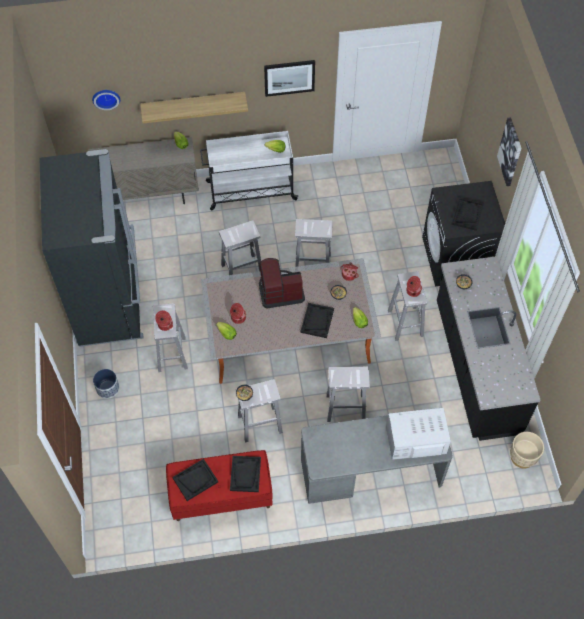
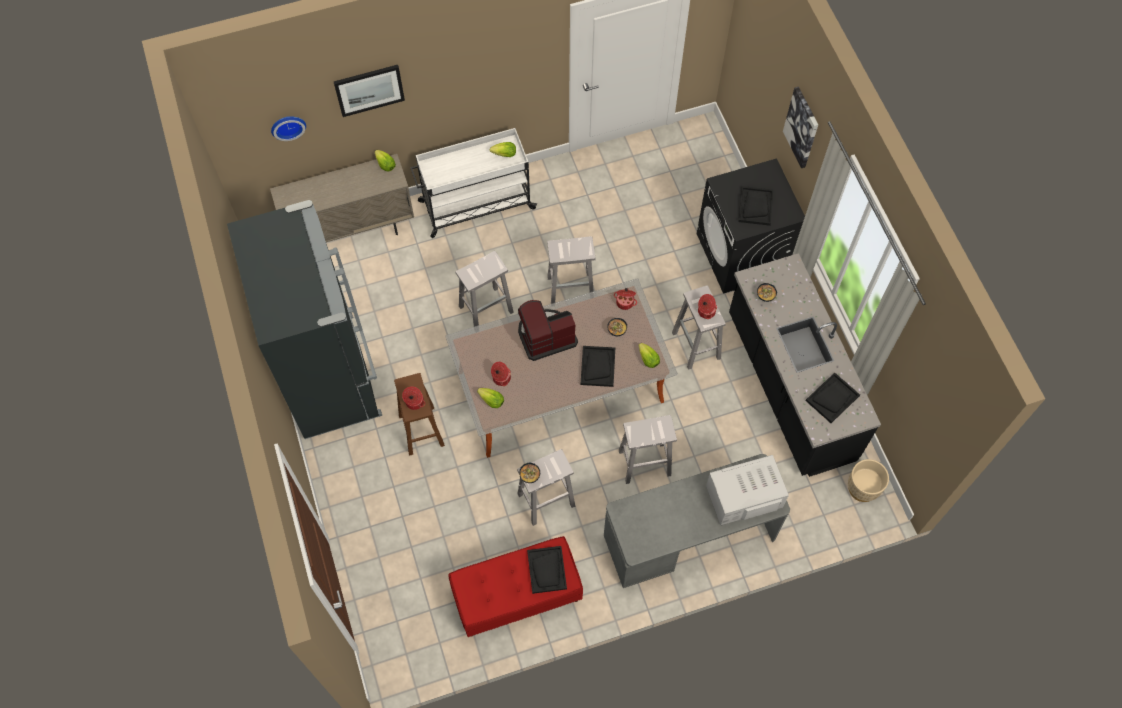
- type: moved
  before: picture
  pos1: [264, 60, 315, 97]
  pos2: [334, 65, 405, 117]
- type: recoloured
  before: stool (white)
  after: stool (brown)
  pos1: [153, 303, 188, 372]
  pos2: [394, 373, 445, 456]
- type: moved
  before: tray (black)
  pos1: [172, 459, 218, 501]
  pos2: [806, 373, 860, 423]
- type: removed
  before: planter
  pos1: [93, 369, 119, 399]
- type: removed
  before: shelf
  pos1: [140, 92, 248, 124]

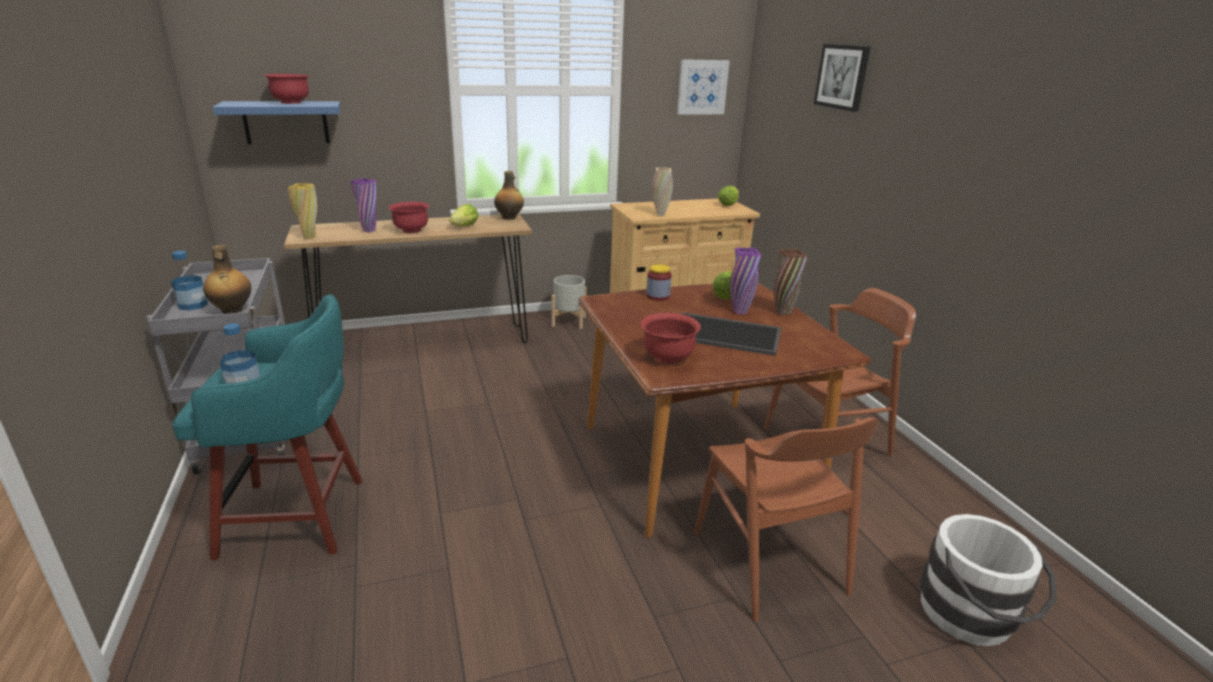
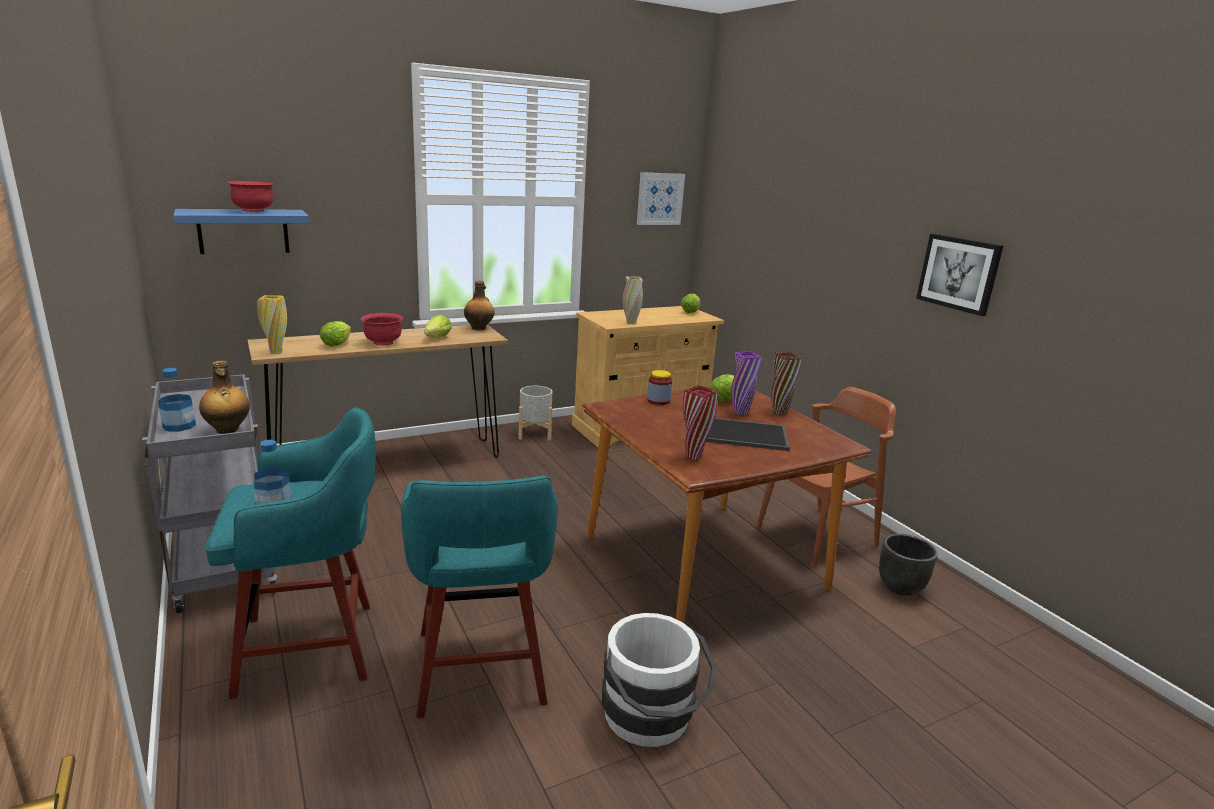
- type: replaced
  before: vase (purple)
  after: lettuce
  pos1: [351, 178, 377, 233]
  pos2: [320, 321, 351, 347]
- type: added
  after: stool (turquoise)
  pos2: [401, 475, 558, 718]
- type: moved
  before: bucket (white)
  pos1: [920, 514, 1057, 646]
  pos2: [602, 613, 717, 747]
- type: replaced
  before: bowl (red)
  after: vase (red)
  pos1: [641, 312, 701, 364]
  pos2: [683, 385, 718, 461]
- type: added
  after: planter (black)
  pos2: [879, 534, 938, 596]
- type: moved
  before: picture
  pos1: [814, 44, 870, 112]
  pos2: [916, 234, 1003, 316]
- type: removed
  before: chair (brown)
  pos1: [694, 417, 878, 622]

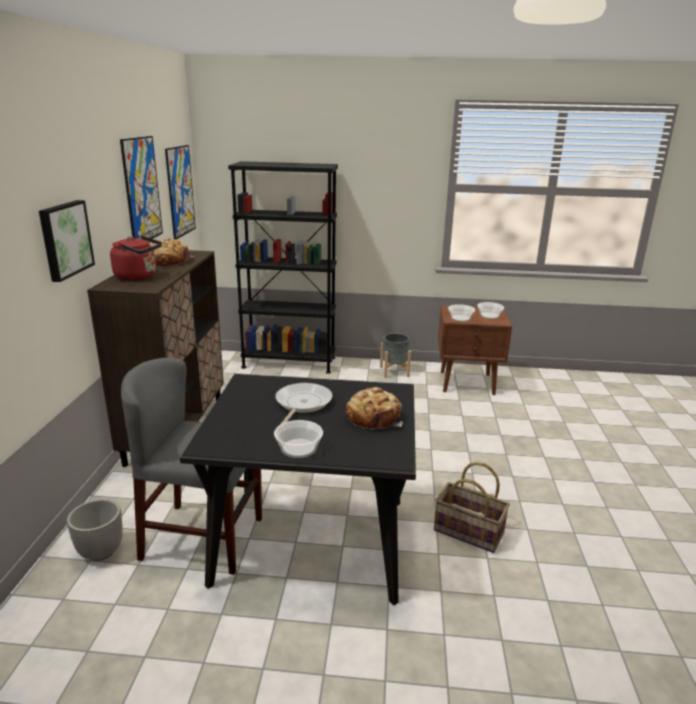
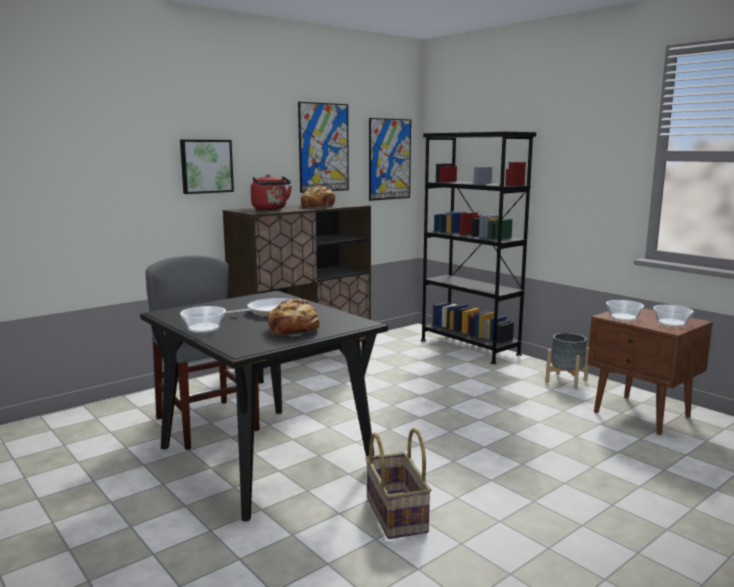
- type: removed
  before: planter
  pos1: [67, 499, 123, 561]

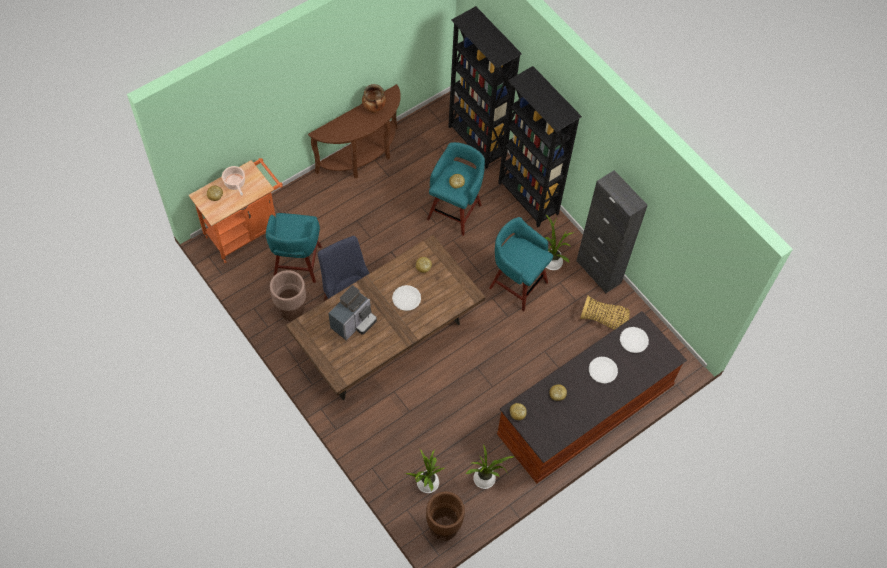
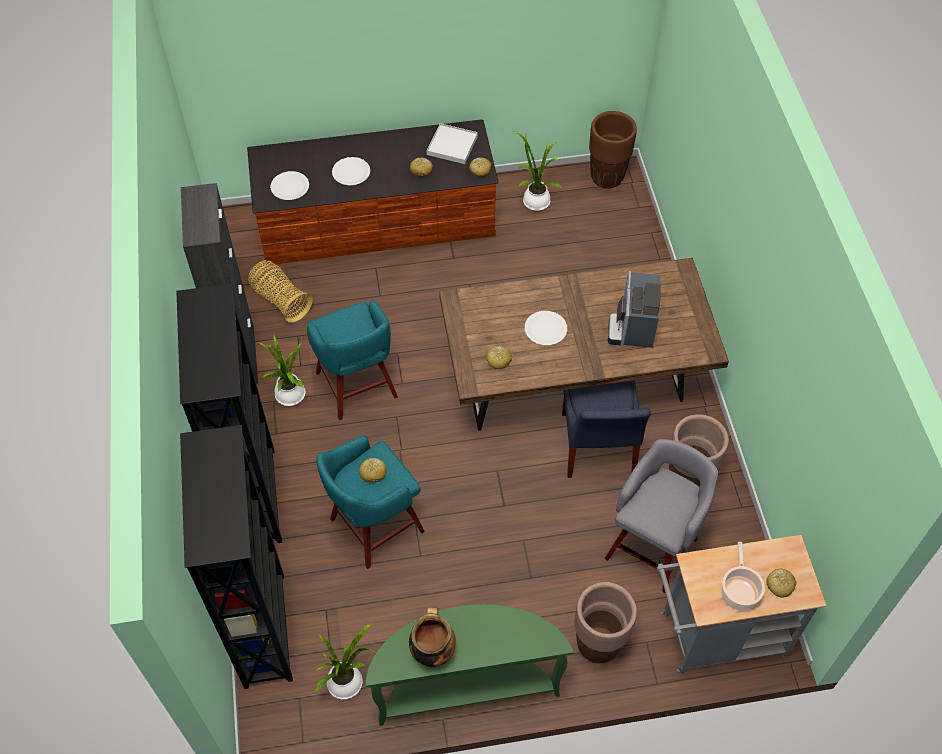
- type: moved
  before: potted plant
  pos1: [404, 449, 445, 493]
  pos2: [315, 623, 376, 699]
- type: recoloured
  before: console table (brown)
  after: console table (green)
  pos1: [308, 84, 401, 178]
  pos2: [366, 604, 573, 726]
- type: added
  after: tray (white)
  pos2: [427, 123, 478, 164]
- type: added
  after: planter (brown)
  pos2: [575, 582, 637, 664]
- type: recoloured
  before: stool (turquoise)
  after: stool (grey)
  pos1: [266, 213, 322, 283]
  pos2: [604, 439, 718, 593]
- type: turned
  before: coffee machine
  pos1: [329, 285, 377, 341]
  pos2: [608, 271, 661, 348]
  turn: -60
- type: recoloured
  before: cart (orange)
  after: cart (grey)
  pos1: [189, 158, 283, 263]
  pos2: [657, 535, 827, 674]

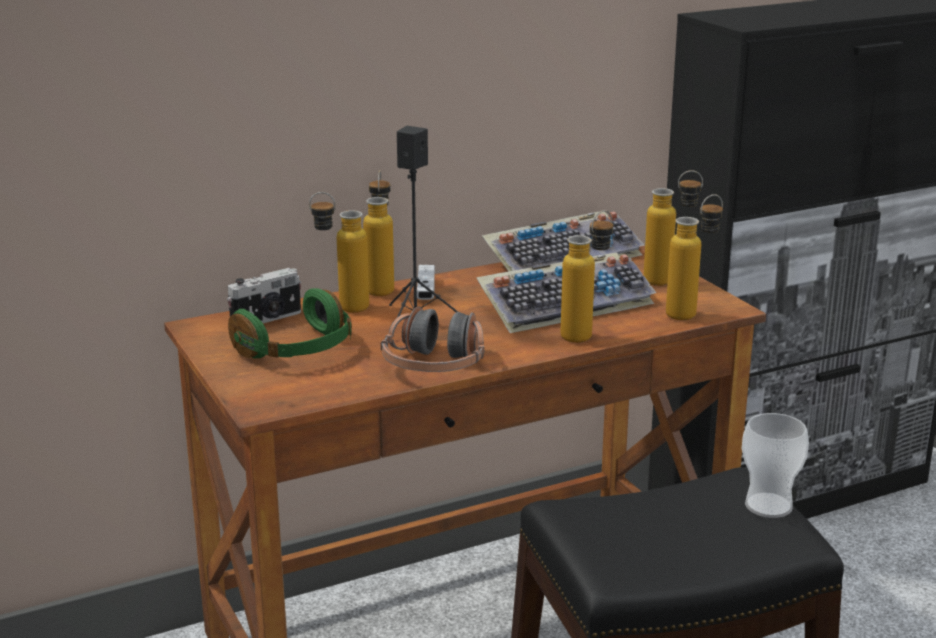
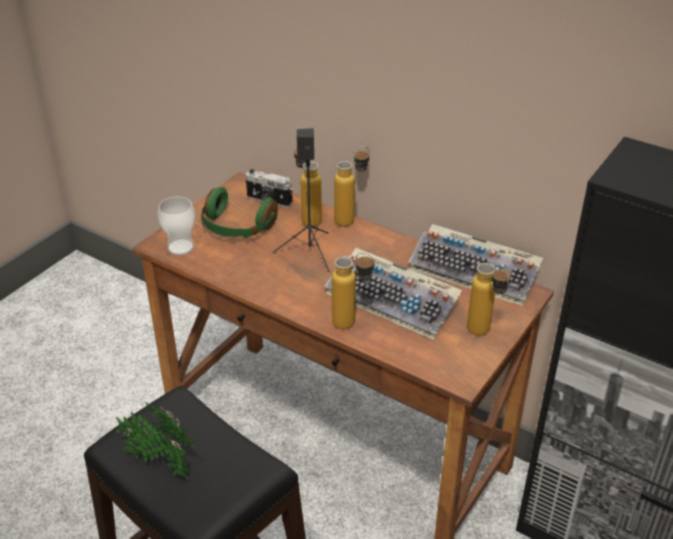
- type: added
  after: potted plant
  pos2: [116, 402, 195, 479]
- type: moved
  before: cup
  pos1: [742, 413, 809, 518]
  pos2: [158, 197, 196, 255]
- type: removed
  before: headphones
  pos1: [381, 307, 484, 372]
- type: removed
  before: game controller (white)
  pos1: [417, 265, 435, 300]
- type: removed
  before: bottle
  pos1: [666, 194, 723, 320]

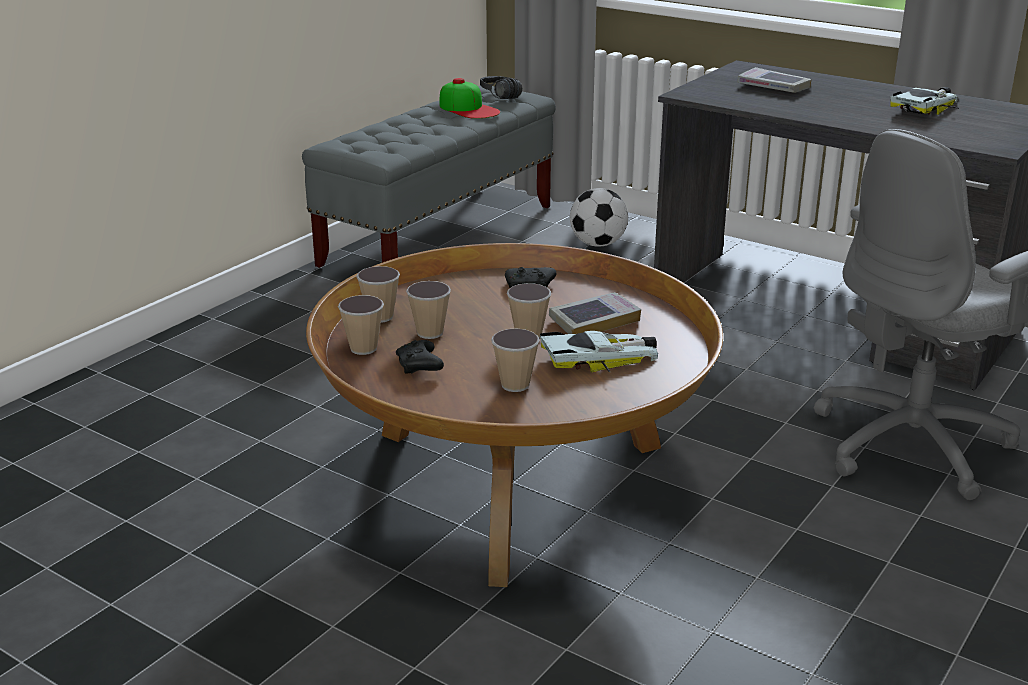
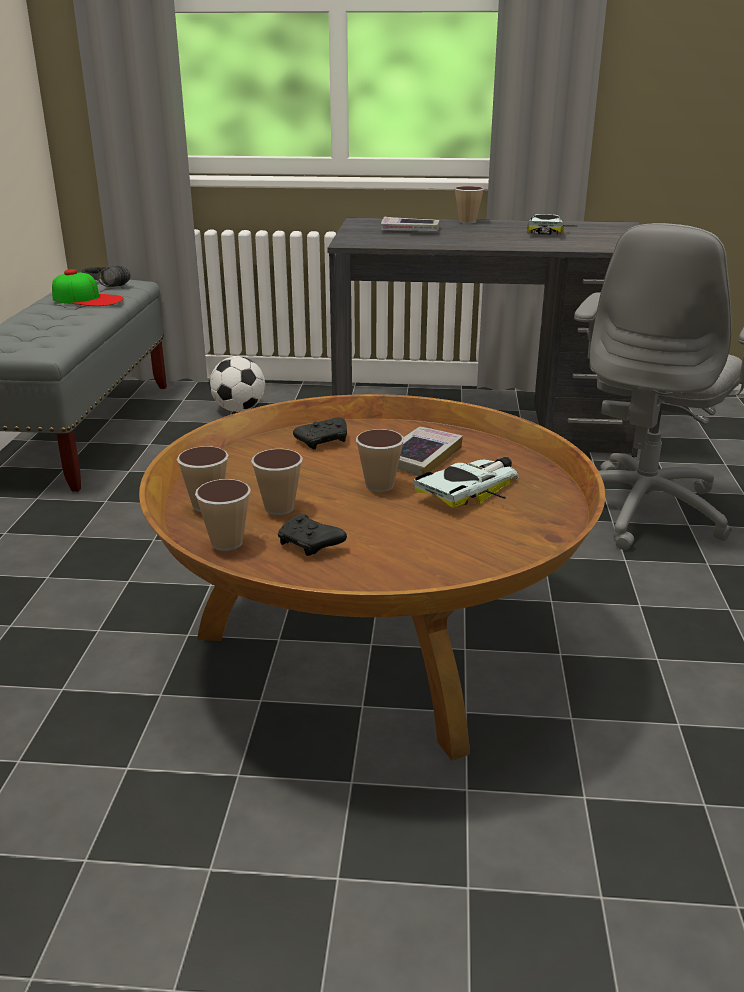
- type: moved
  before: cup
  pos1: [491, 329, 540, 392]
  pos2: [454, 186, 484, 224]

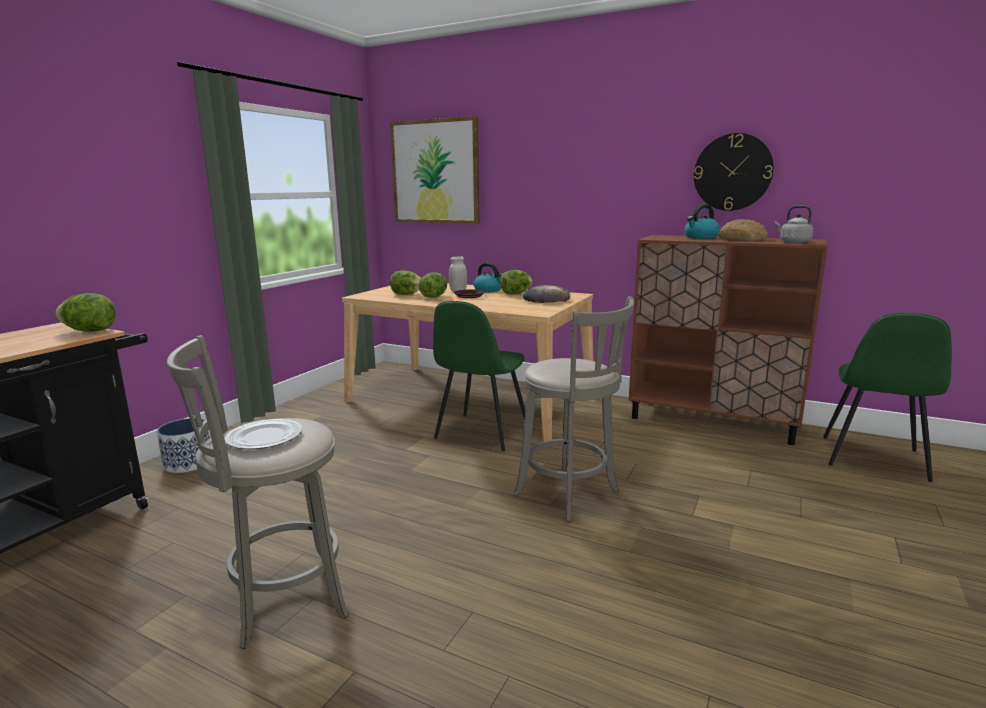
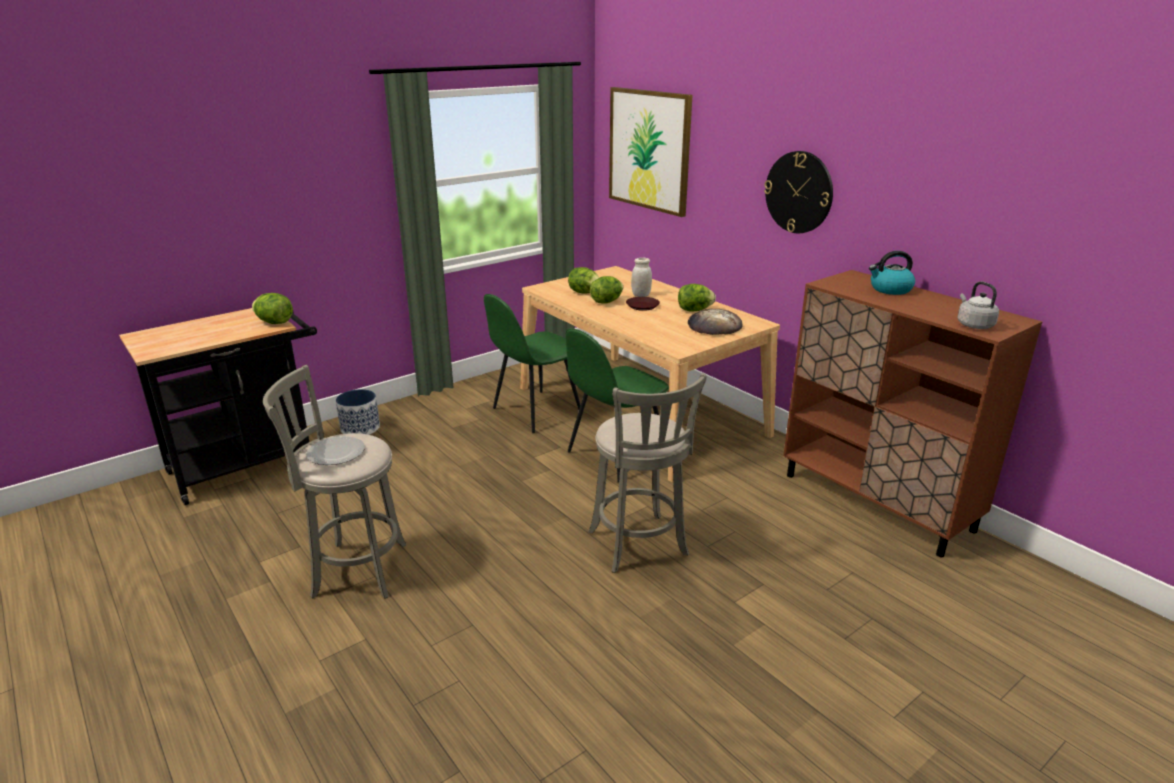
- type: moved
  before: chair (green)
  pos1: [823, 312, 952, 482]
  pos2: [484, 294, 580, 433]
- type: moved
  before: wall clock
  pos1: [694, 133, 774, 211]
  pos2: [764, 151, 833, 233]
- type: removed
  before: kettle
  pos1: [474, 263, 502, 292]
- type: removed
  before: bread
  pos1: [718, 219, 767, 241]

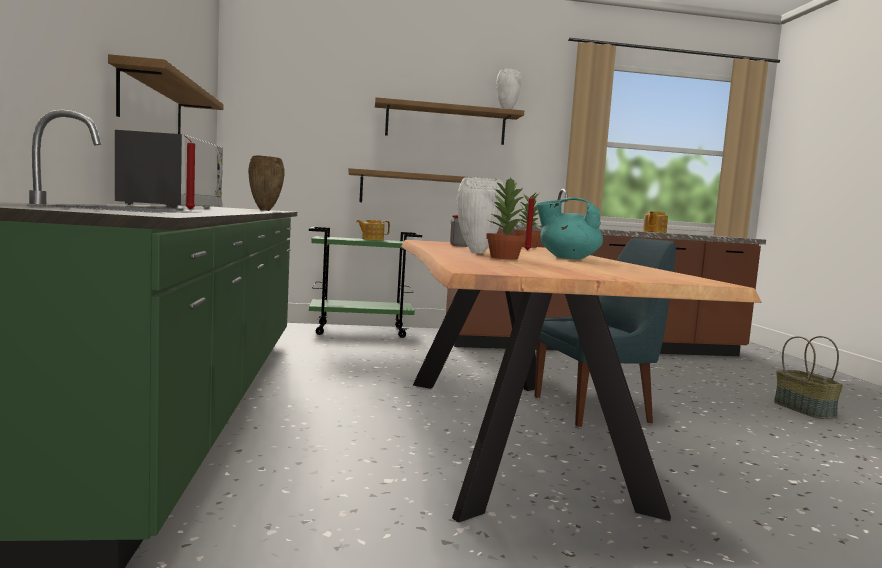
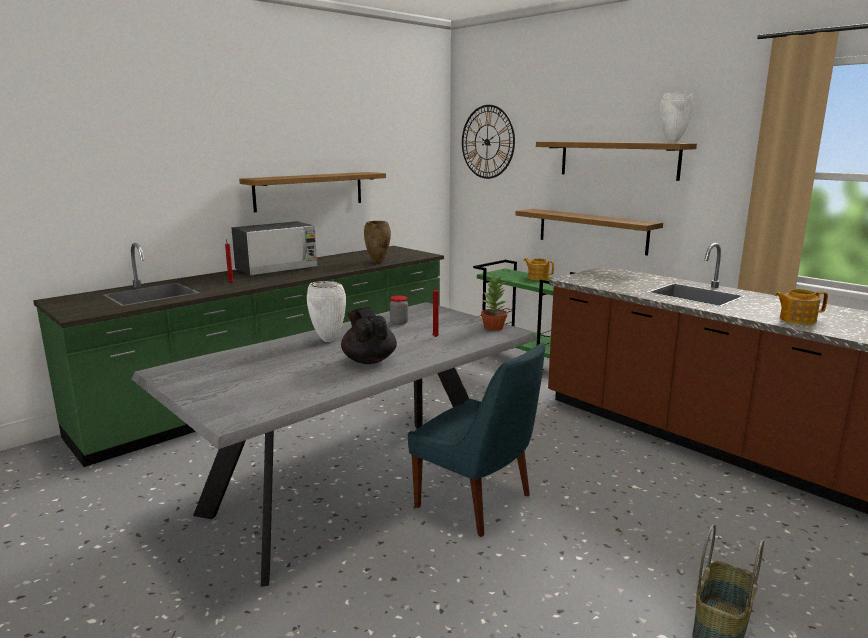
- type: recoloured
  before: dining table (brown)
  after: dining table (grey)
  pos1: [401, 240, 761, 523]
  pos2: [132, 302, 538, 587]
- type: recoloured
  before: teapot (turquoise)
  after: teapot (black)
  pos1: [536, 197, 603, 259]
  pos2: [341, 307, 397, 364]
- type: added
  after: wall clock
  pos2: [462, 105, 515, 179]
- type: removed
  before: potted plant
  pos1: [486, 177, 525, 259]

